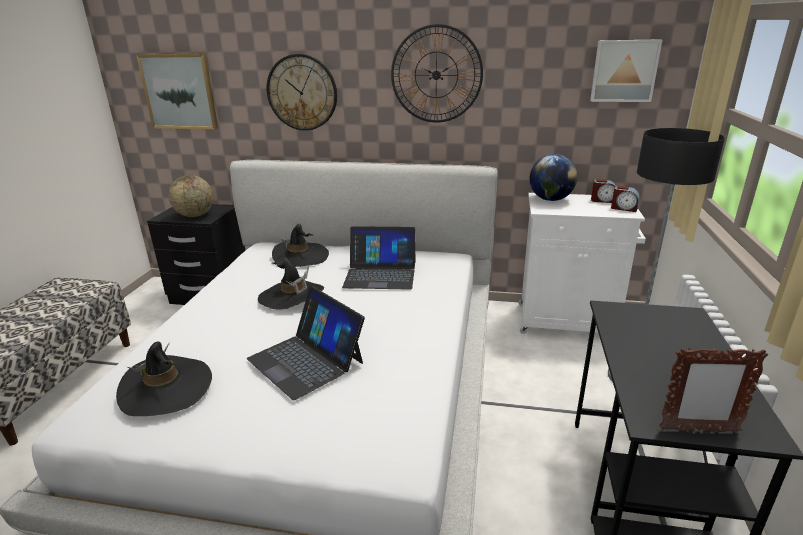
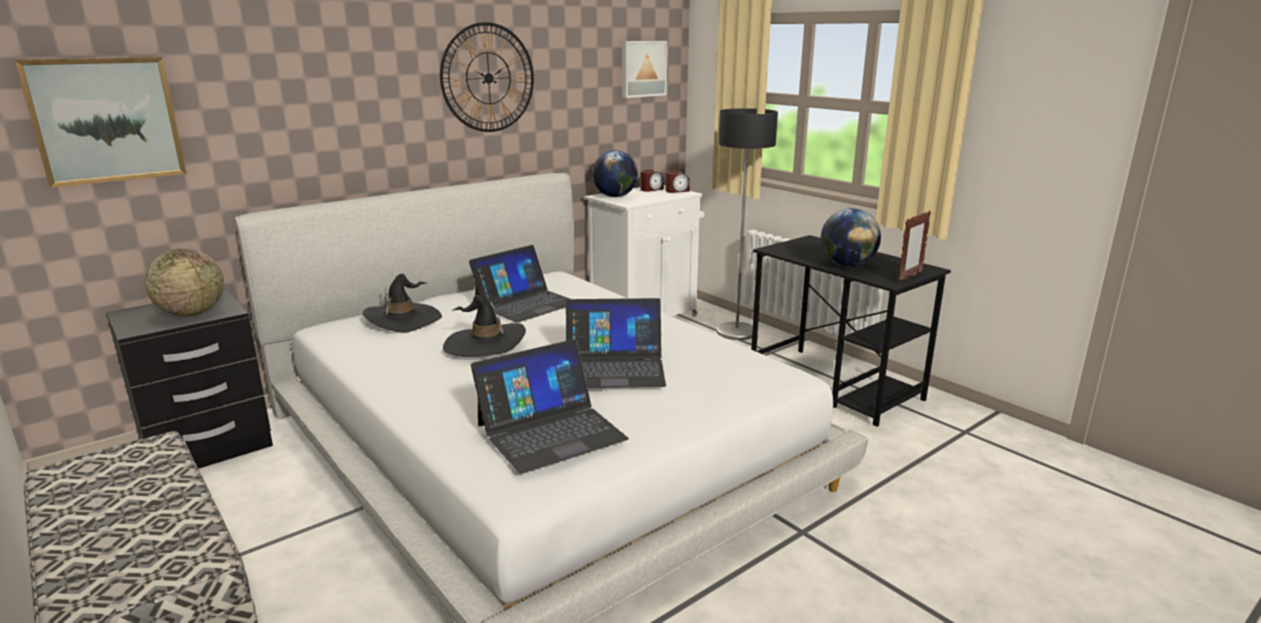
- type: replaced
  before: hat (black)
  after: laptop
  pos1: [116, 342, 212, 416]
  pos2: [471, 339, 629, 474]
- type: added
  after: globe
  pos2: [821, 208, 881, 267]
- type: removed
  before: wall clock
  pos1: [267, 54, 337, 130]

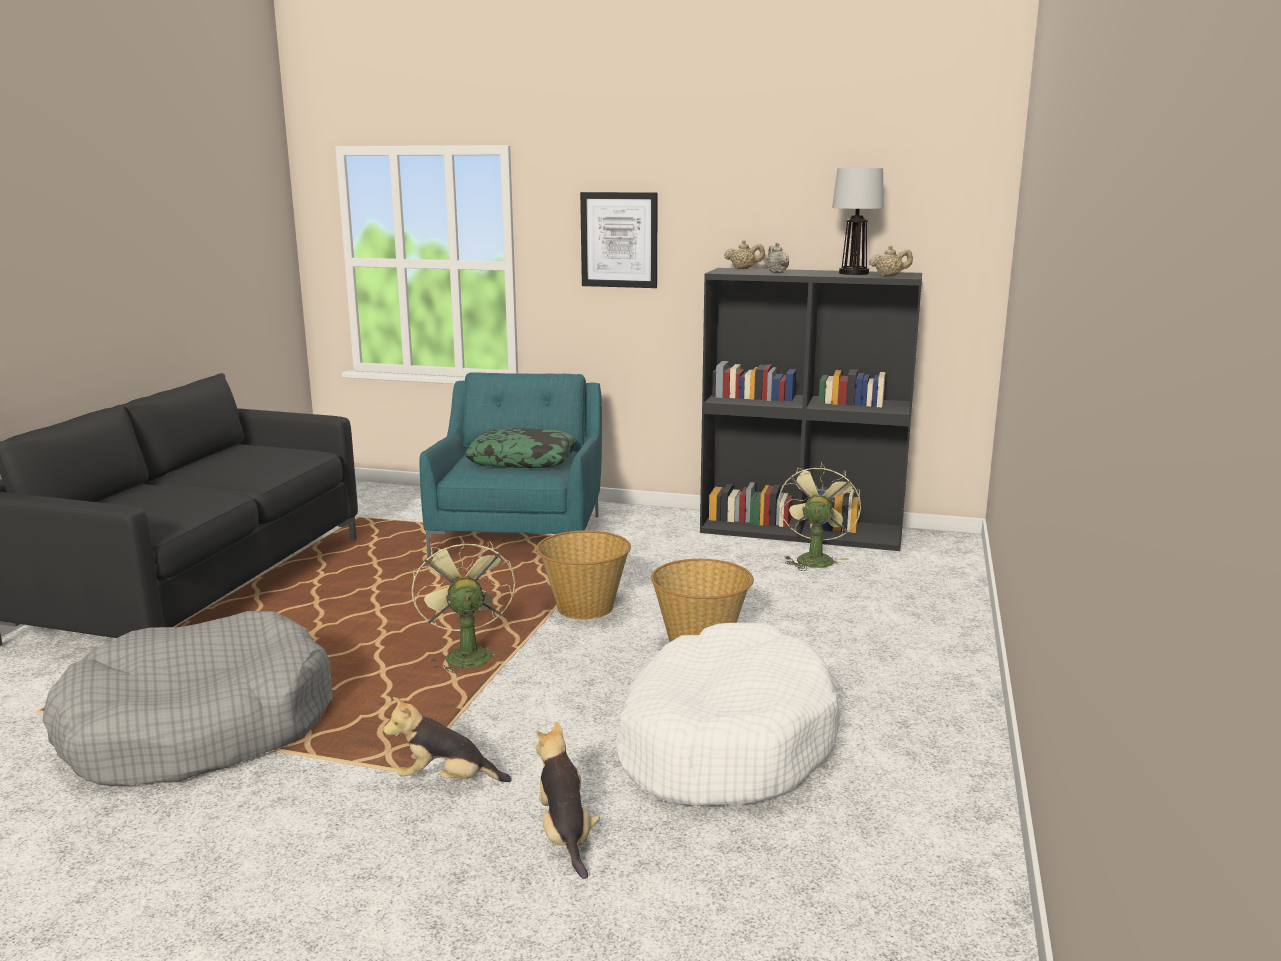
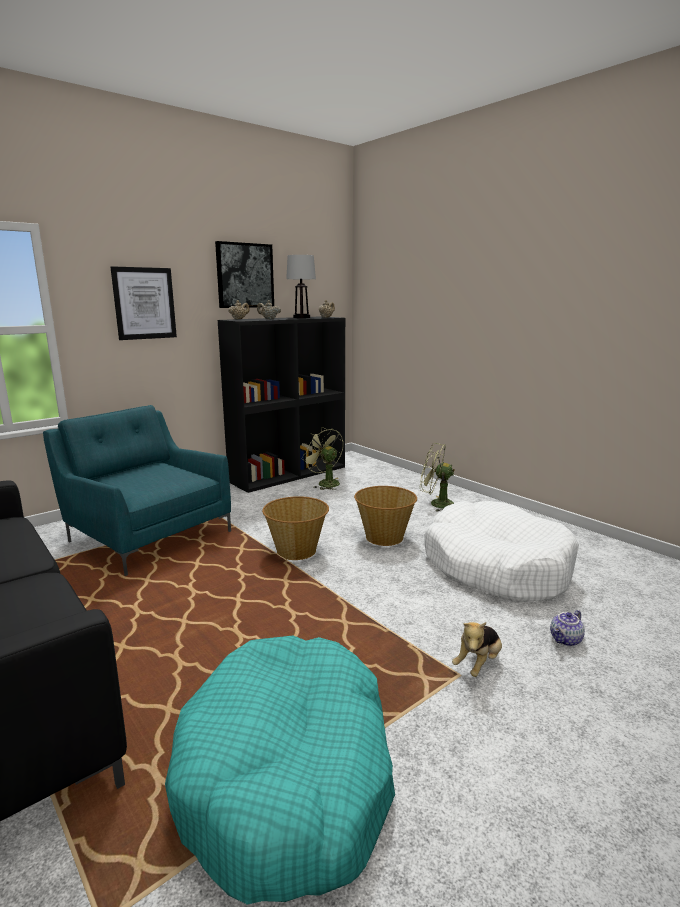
- type: recoloured
  before: dog bed (grey)
  after: dog bed (turquoise)
  pos1: [43, 611, 333, 786]
  pos2: [165, 636, 395, 904]
- type: added
  after: picture
  pos2: [215, 241, 274, 308]
- type: moved
  before: fan (green)
  pos1: [412, 536, 515, 673]
  pos2: [420, 443, 455, 512]
- type: replaced
  before: plush toy
  after: teapot
  pos1: [536, 722, 600, 879]
  pos2: [550, 610, 585, 646]
- type: removed
  before: pillow
  pos1: [465, 428, 577, 468]

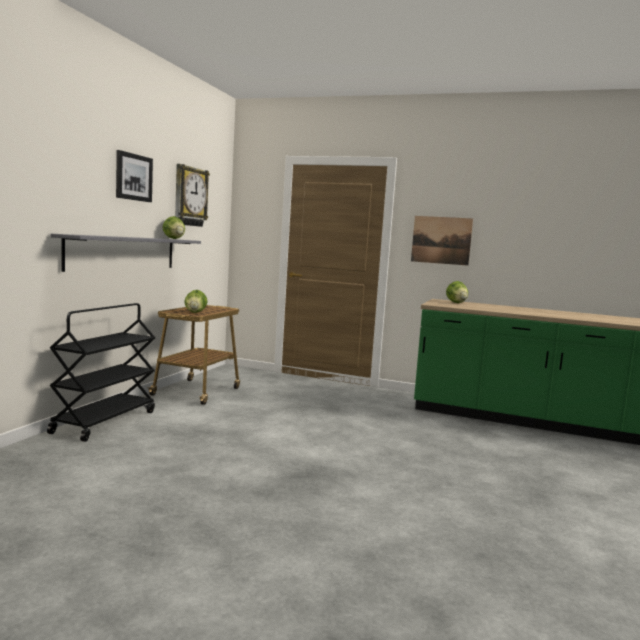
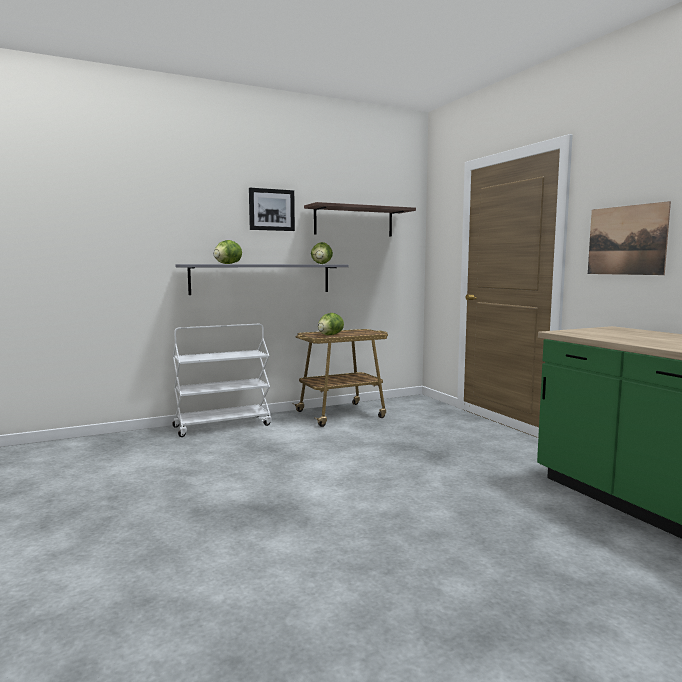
- type: recoloured
  before: cart (black)
  after: cart (white)
  pos1: [47, 303, 155, 442]
  pos2: [172, 324, 272, 437]
- type: moved
  before: lettuce
  pos1: [446, 281, 468, 303]
  pos2: [214, 240, 242, 264]
- type: replaced
  before: wall clock
  after: shelf
  pos1: [175, 164, 210, 227]
  pos2: [304, 202, 416, 237]

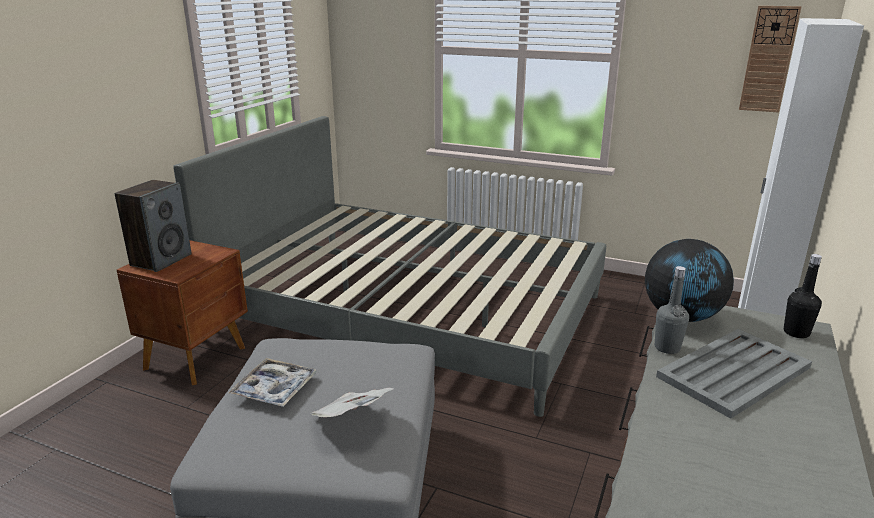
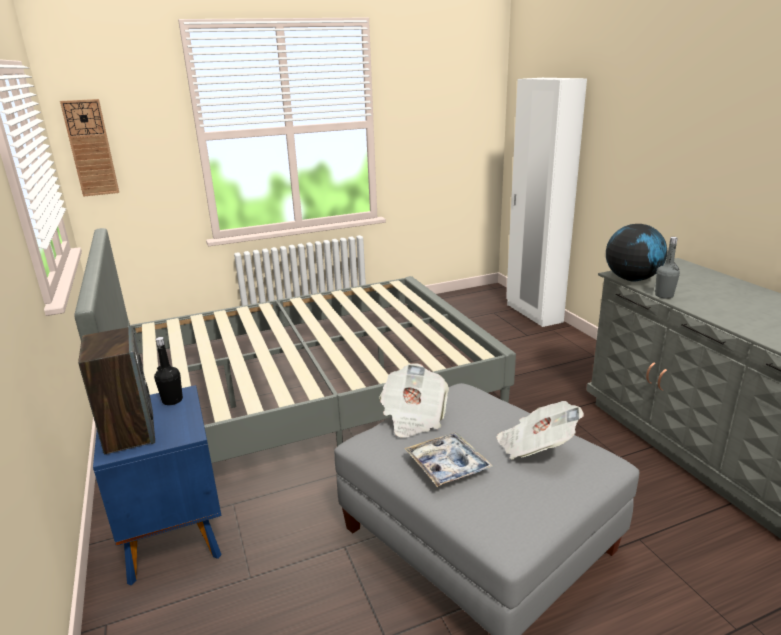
- type: moved
  before: wall clock
  pos1: [739, 6, 802, 113]
  pos2: [60, 99, 119, 197]
- type: recoloured
  before: nightstand (brown)
  after: nightstand (blue)
  pos1: [117, 240, 248, 385]
  pos2: [93, 385, 222, 585]
- type: moved
  before: bottle (black)
  pos1: [784, 254, 822, 338]
  pos2: [154, 337, 183, 405]
- type: added
  after: newspaper
  pos2: [379, 363, 449, 438]
- type: removed
  before: tray (grey)
  pos1: [656, 329, 812, 419]

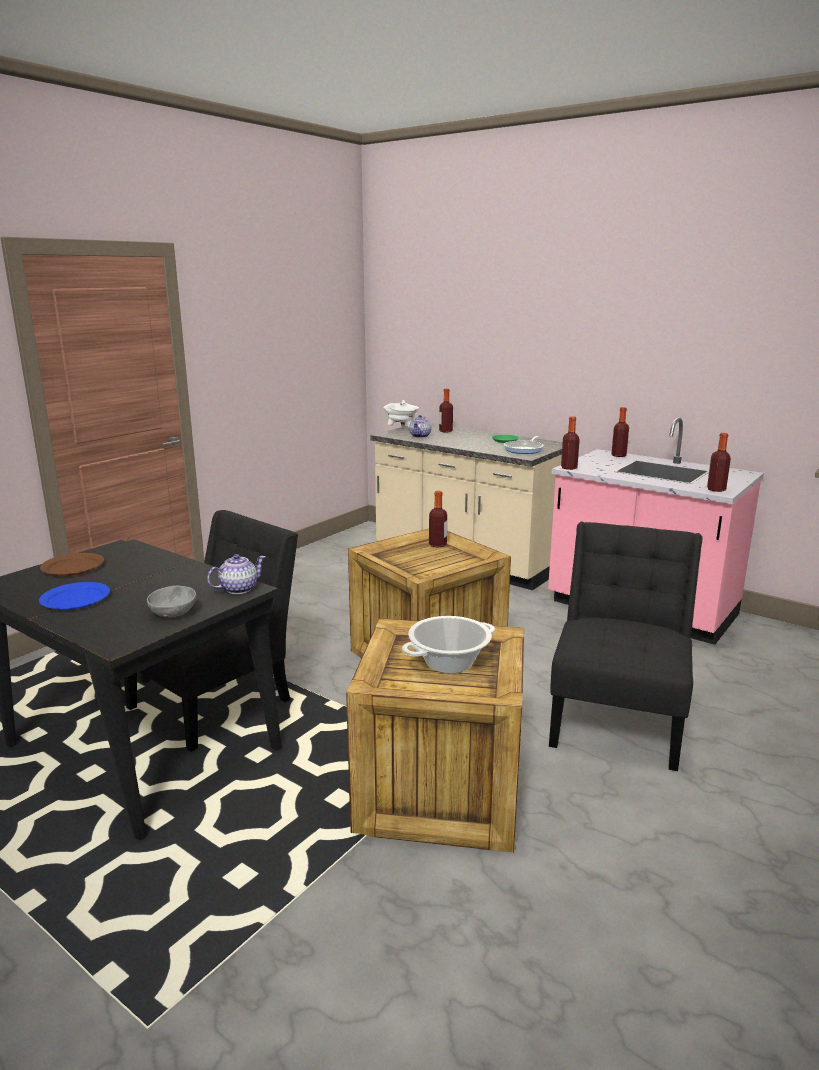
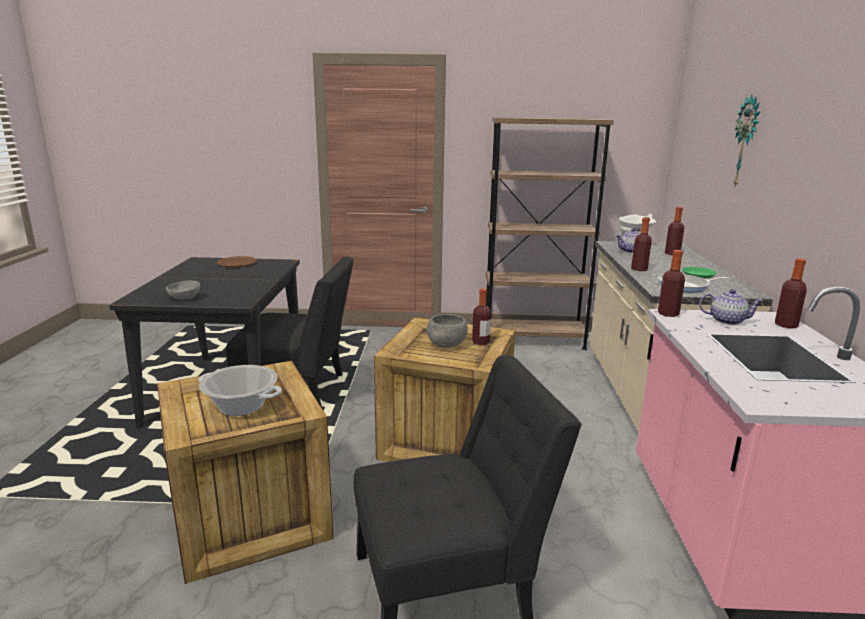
- type: added
  after: bowl (grey)
  pos2: [427, 314, 468, 348]
- type: added
  after: bookcase (brown)
  pos2: [486, 117, 614, 350]
- type: moved
  before: bottle
  pos1: [707, 433, 731, 492]
  pos2: [631, 217, 652, 271]
- type: moved
  before: teapot
  pos1: [207, 554, 266, 594]
  pos2: [699, 289, 763, 325]
- type: added
  after: wall clock
  pos2: [733, 95, 760, 186]
- type: removed
  before: plate (blue)
  pos1: [39, 582, 110, 610]

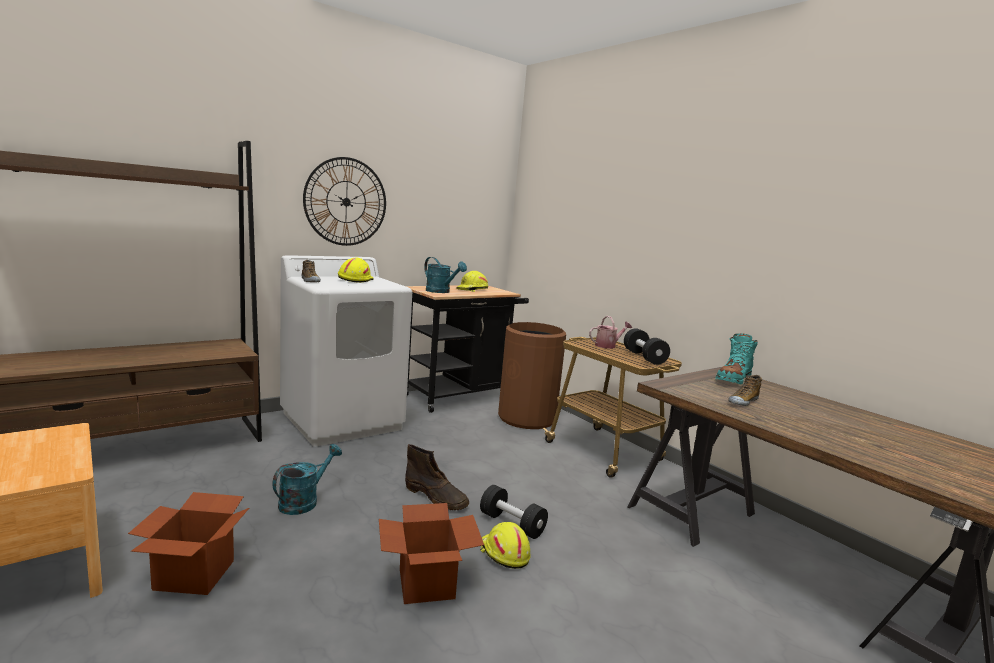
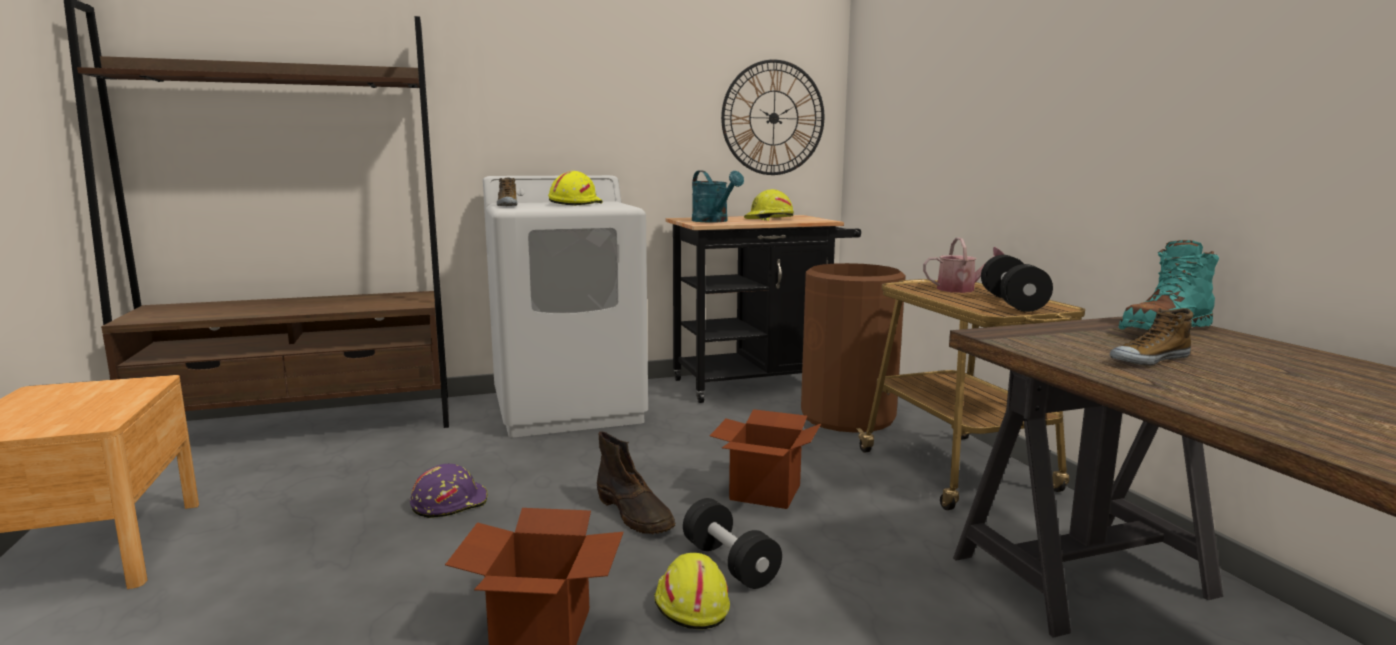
- type: replaced
  before: watering can (turquoise)
  after: hard hat (purple)
  pos1: [272, 444, 342, 515]
  pos2: [410, 464, 488, 518]
- type: moved
  before: cardboard box
  pos1: [128, 492, 249, 595]
  pos2: [710, 409, 821, 509]
- type: moved
  before: wall clock
  pos1: [303, 157, 386, 246]
  pos2: [721, 59, 824, 175]

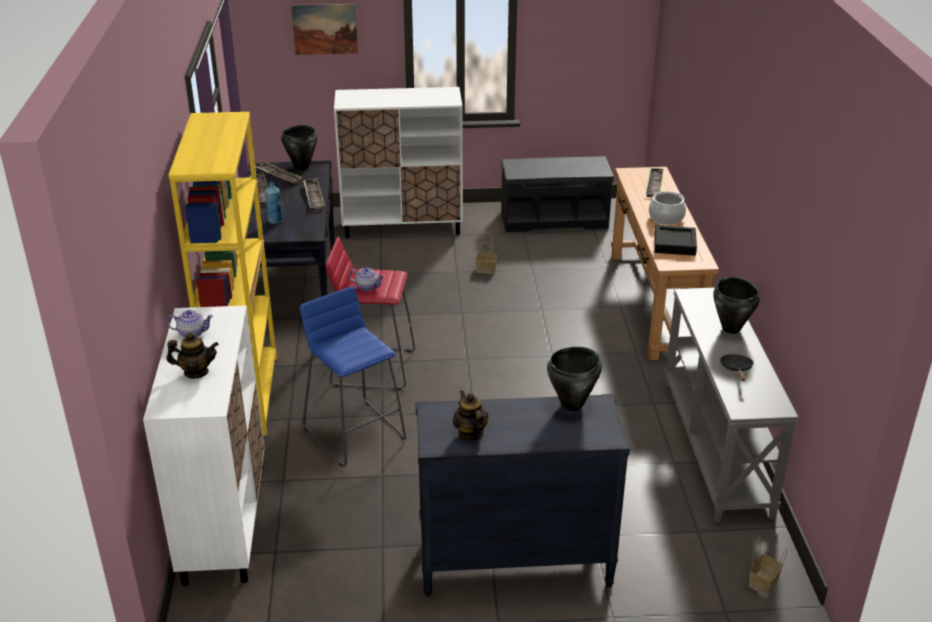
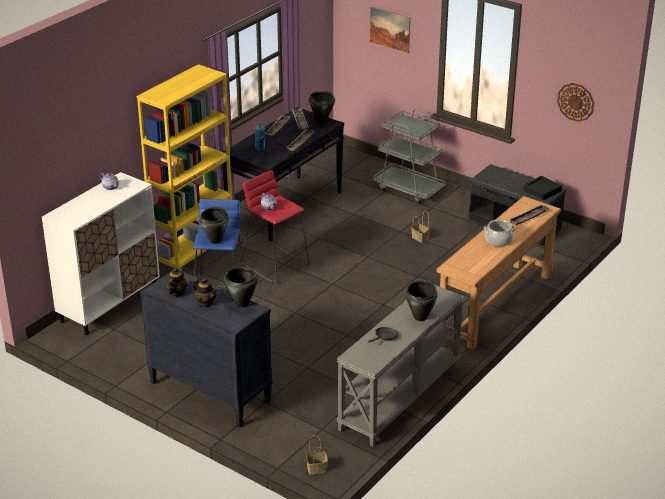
- type: moved
  before: teapot
  pos1: [167, 332, 219, 379]
  pos2: [192, 278, 217, 307]
- type: added
  after: cooking pot (black)
  pos2: [200, 207, 229, 244]
- type: replaced
  before: cabinet (white)
  after: cart (grey)
  pos1: [334, 87, 463, 238]
  pos2: [373, 109, 446, 204]
- type: moved
  before: tray (black)
  pos1: [654, 225, 697, 256]
  pos2: [523, 176, 562, 200]
- type: added
  after: wall clock
  pos2: [557, 83, 594, 122]

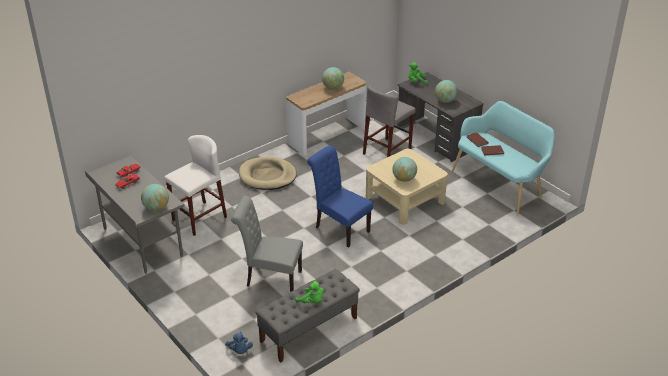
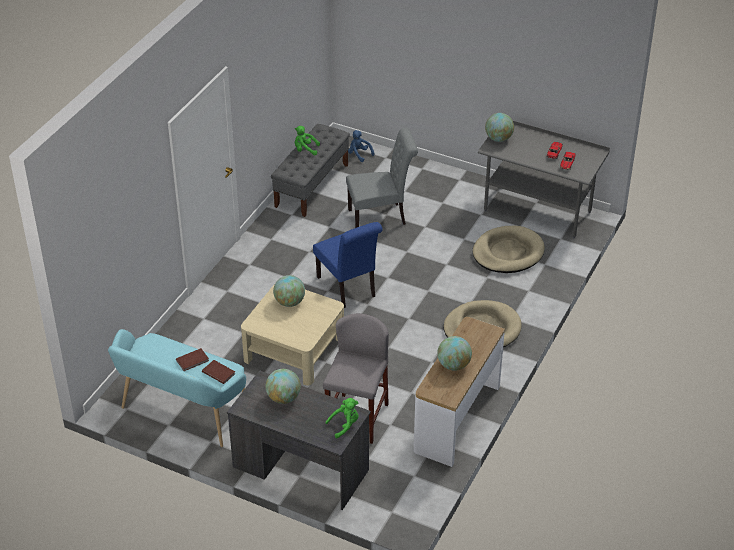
- type: turned
  before: chair (blue)
  pos1: [307, 145, 373, 248]
  pos2: [313, 222, 383, 308]
  turn: 45
- type: replaced
  before: stool (white)
  after: dog bed (beige)
  pos1: [164, 135, 227, 236]
  pos2: [473, 226, 545, 273]

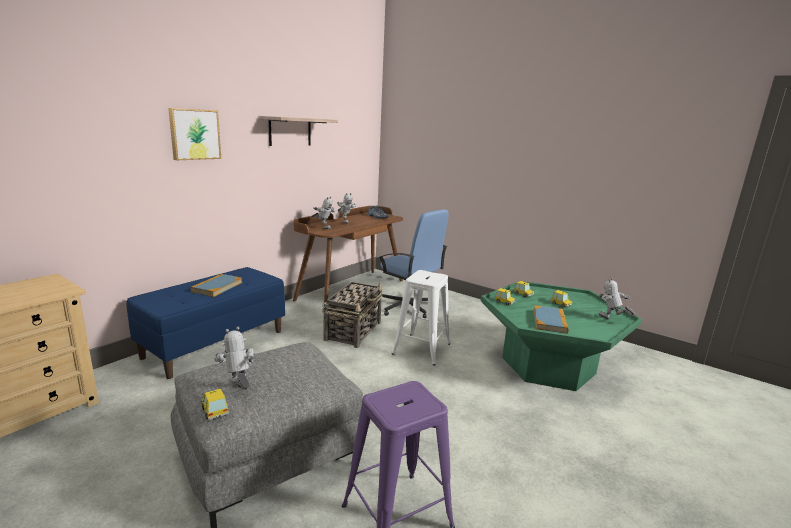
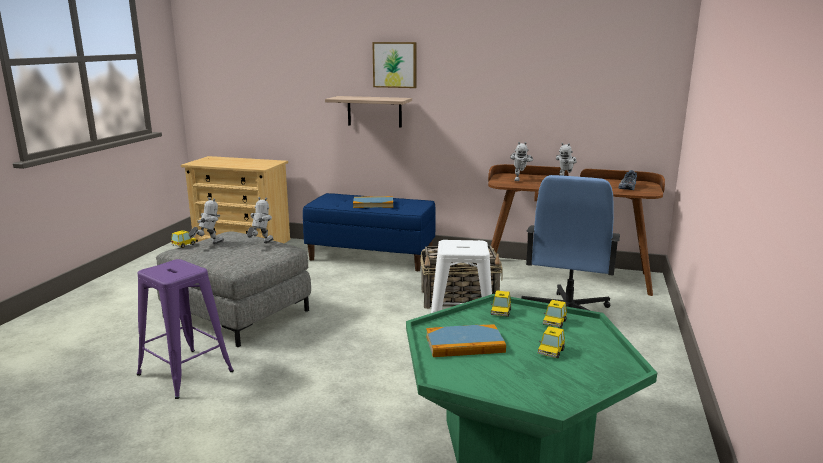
- type: moved
  before: toy robot
  pos1: [598, 277, 635, 319]
  pos2: [247, 197, 274, 243]
- type: moved
  before: shelf
  pos1: [259, 116, 338, 146]
  pos2: [325, 96, 412, 128]

